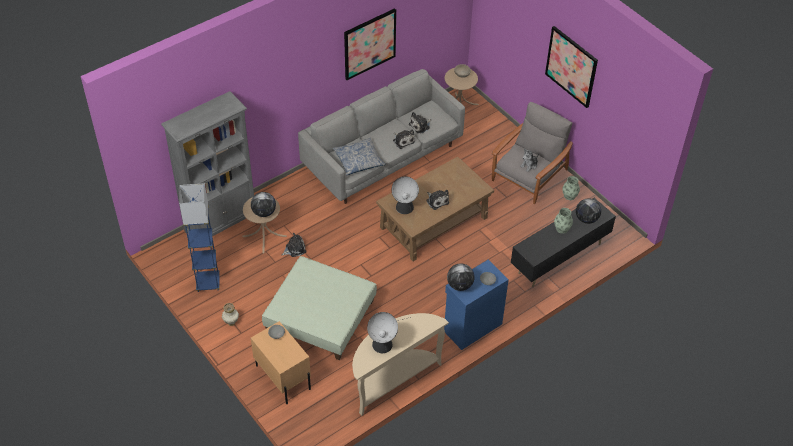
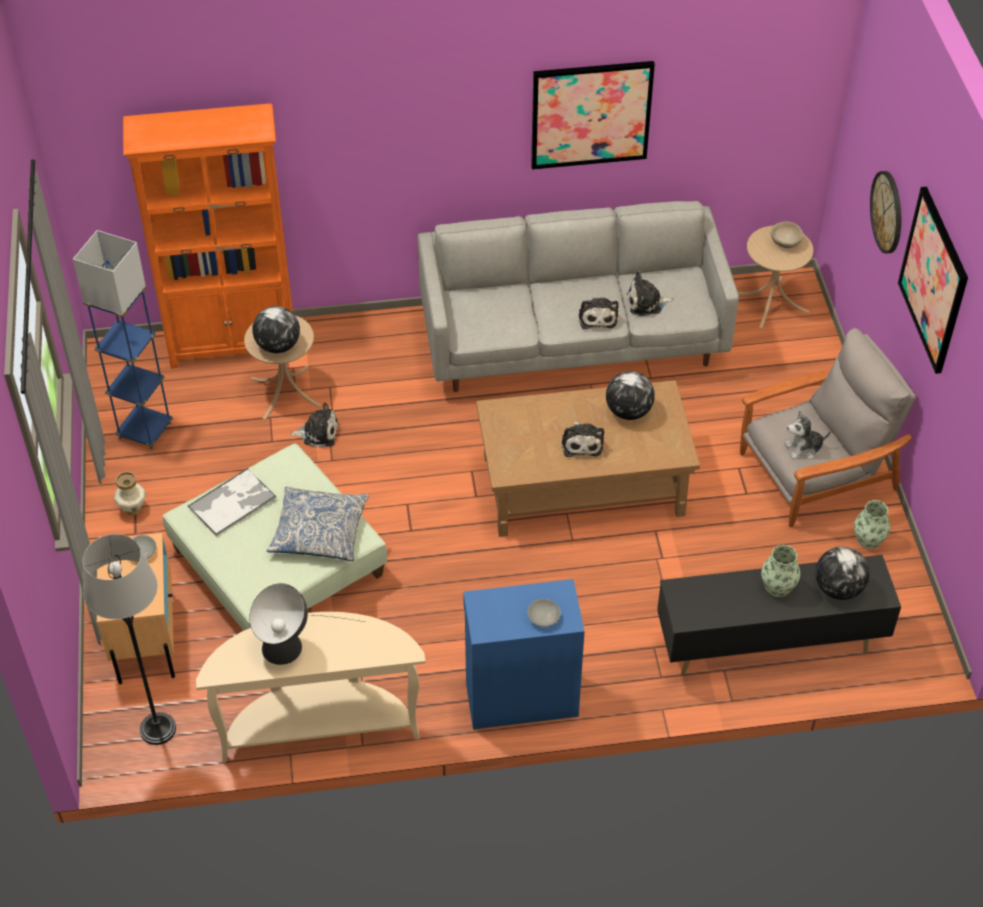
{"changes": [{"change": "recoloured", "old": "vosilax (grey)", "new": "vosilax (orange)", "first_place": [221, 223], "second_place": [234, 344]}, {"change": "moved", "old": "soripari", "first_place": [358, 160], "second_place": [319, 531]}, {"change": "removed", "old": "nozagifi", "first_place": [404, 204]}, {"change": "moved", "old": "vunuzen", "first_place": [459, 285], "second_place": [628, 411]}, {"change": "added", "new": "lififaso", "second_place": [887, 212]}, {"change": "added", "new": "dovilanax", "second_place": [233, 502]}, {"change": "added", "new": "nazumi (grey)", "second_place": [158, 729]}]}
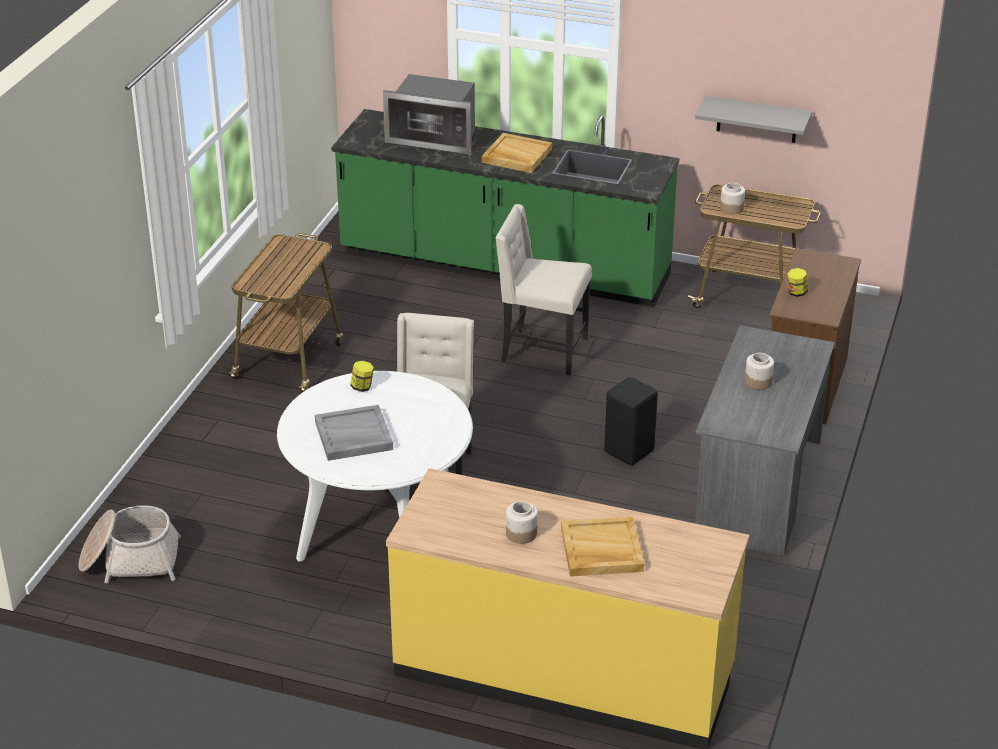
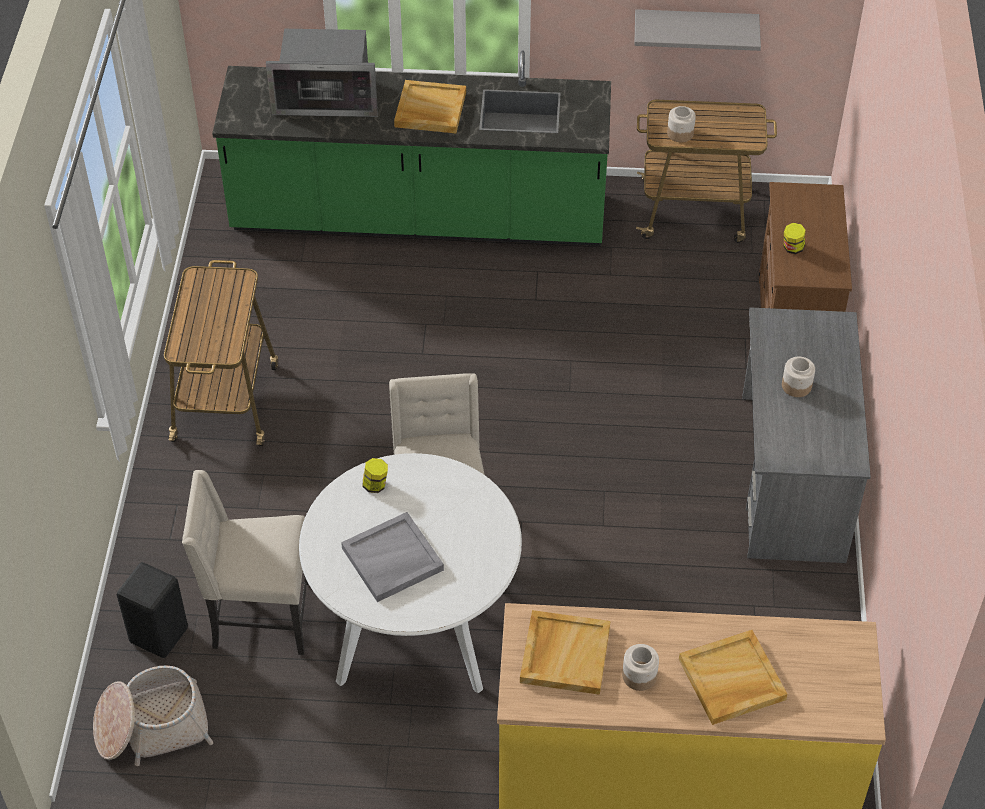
{"changes": [{"change": "moved", "old": "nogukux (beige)", "first_place": [542, 351], "second_place": [259, 617]}, {"change": "moved", "old": "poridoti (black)", "first_place": [629, 450], "second_place": [158, 633]}, {"change": "added", "new": "dovilanax (beige)", "second_place": [564, 654]}]}
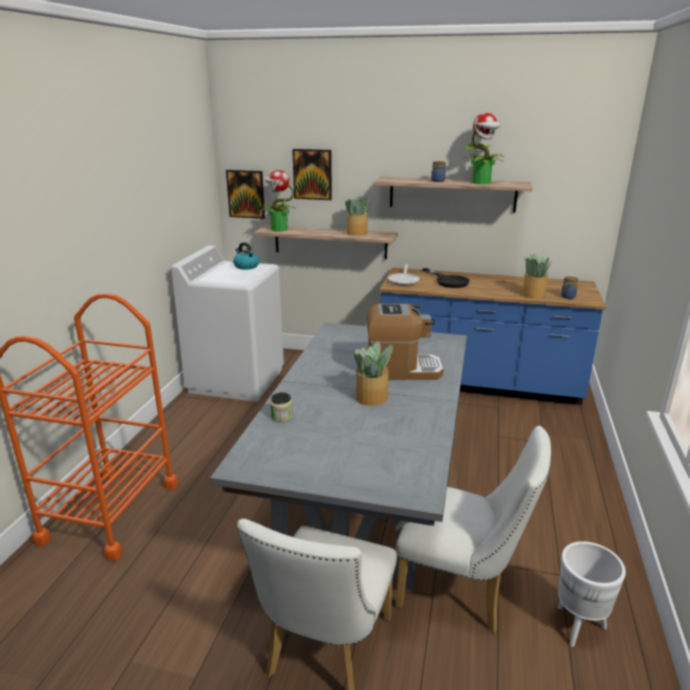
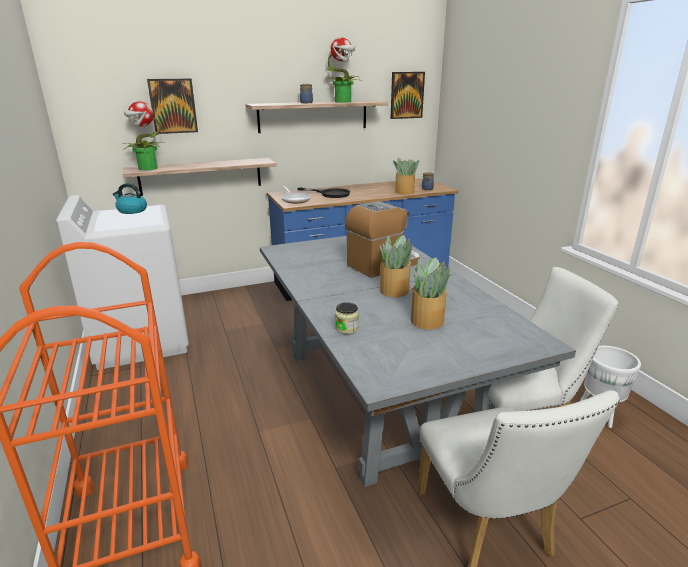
{"changes": [{"change": "moved", "old": "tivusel", "first_place": [246, 194], "second_place": [406, 95]}, {"change": "moved", "old": "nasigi", "first_place": [357, 233], "second_place": [427, 320]}]}
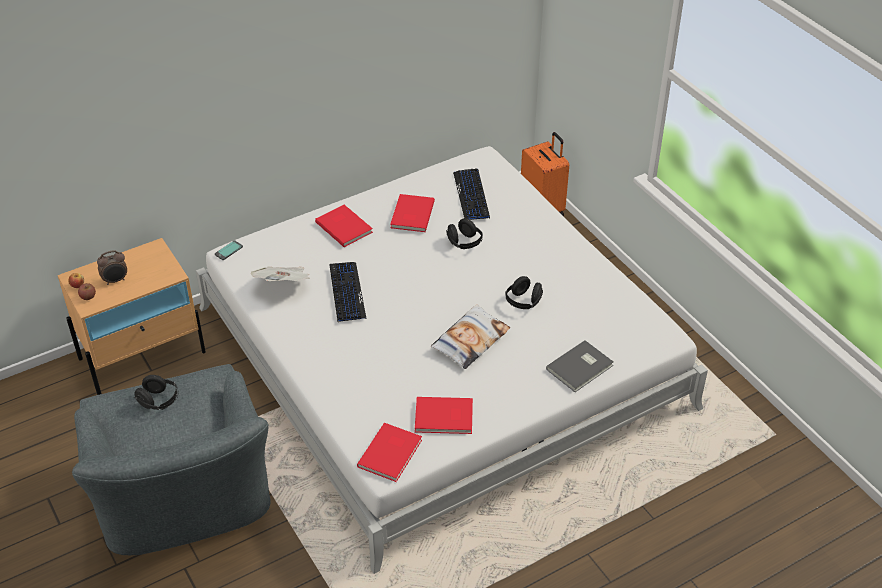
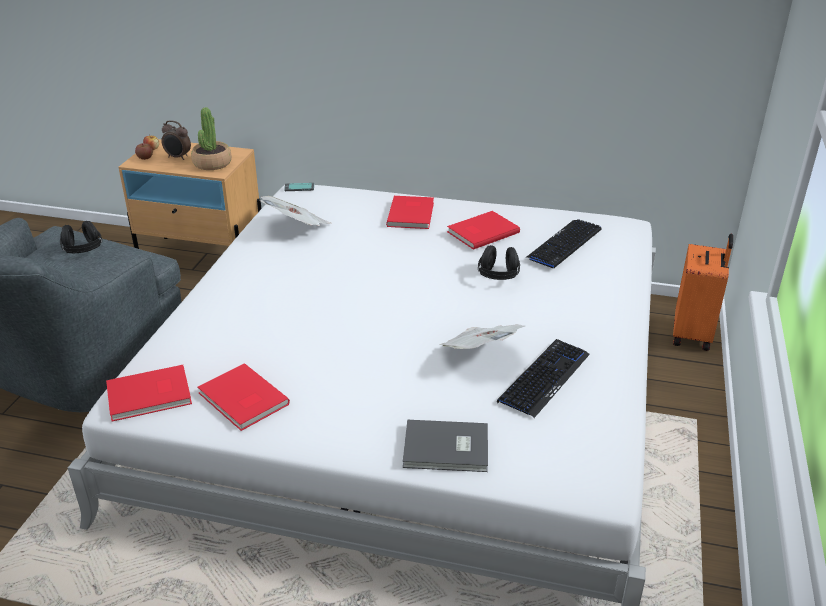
{"changes": [{"change": "moved", "old": "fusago", "first_place": [346, 292], "second_place": [544, 378]}, {"change": "replaced", "old": "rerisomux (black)", "new": "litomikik", "first_place": [523, 302], "second_place": [480, 353]}, {"change": "removed", "old": "soripari", "first_place": [470, 341]}, {"change": "added", "new": "nasigi", "second_place": [212, 163]}]}
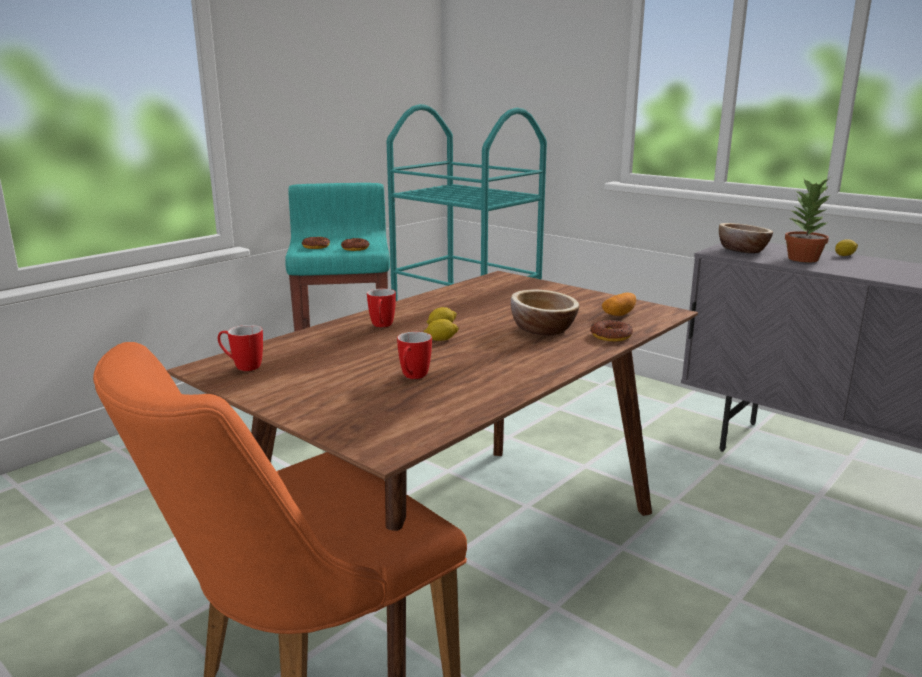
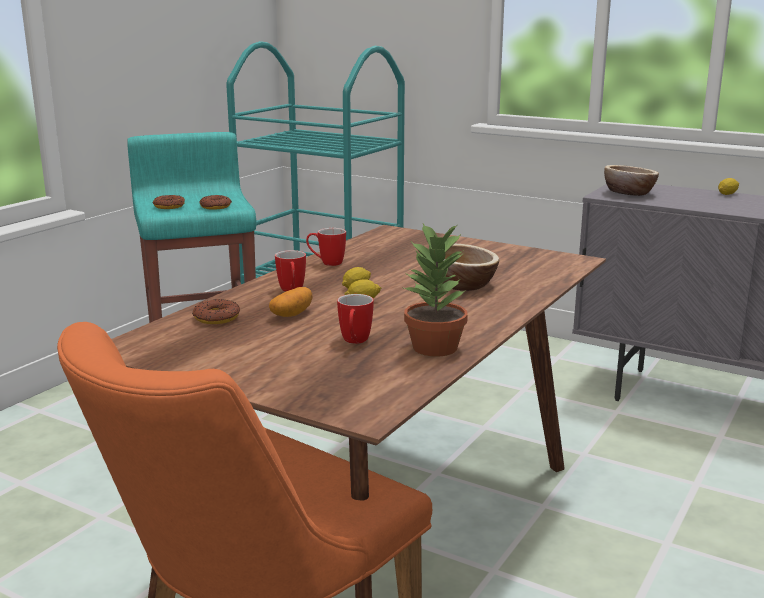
{"changes": [{"change": "moved", "old": "nasigi", "first_place": [803, 259], "second_place": [435, 348]}, {"change": "moved", "old": "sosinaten", "first_place": [619, 314], "second_place": [292, 314]}, {"change": "moved", "old": "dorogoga", "first_place": [611, 336], "second_place": [216, 318]}, {"change": "moved", "old": "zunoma", "first_place": [242, 366], "second_place": [326, 263]}]}
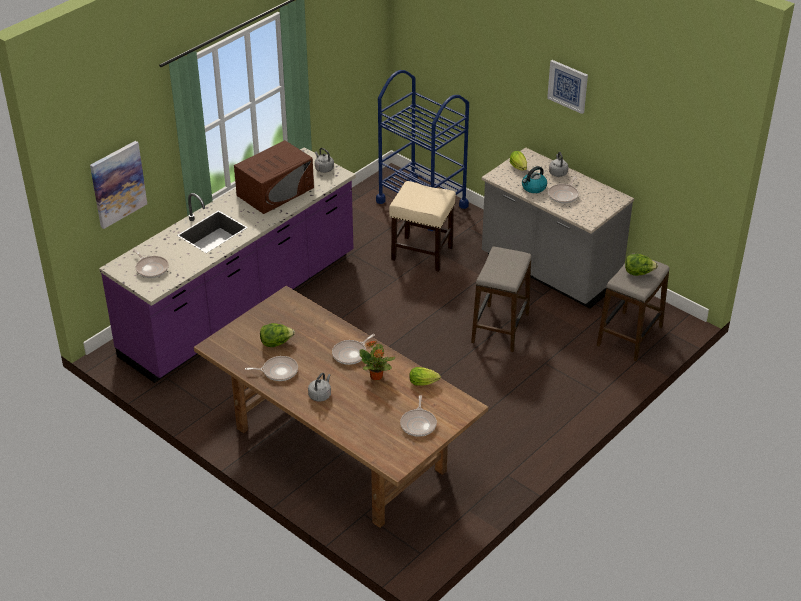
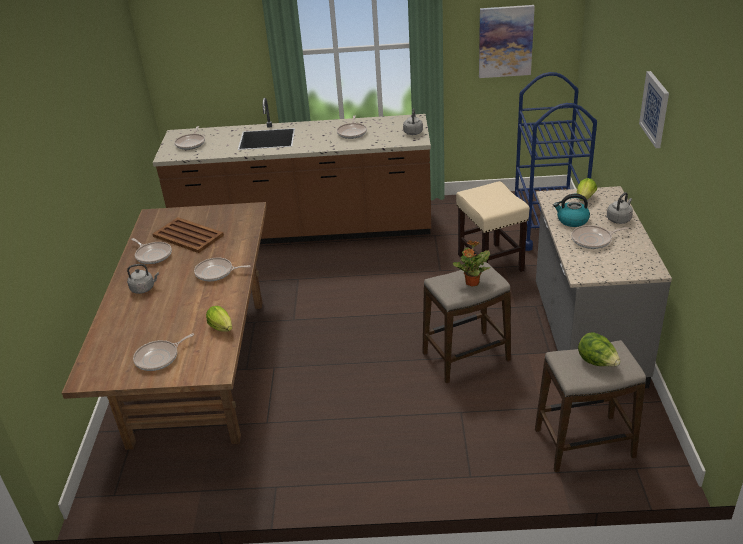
{"changes": [{"change": "replaced", "old": "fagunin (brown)", "new": "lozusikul", "first_place": [275, 191], "second_place": [352, 132]}, {"change": "moved", "old": "tivusel", "first_place": [118, 184], "second_place": [505, 41]}, {"change": "recoloured", "old": "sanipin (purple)", "new": "sanipin (brown)", "first_place": [241, 306], "second_place": [305, 231]}, {"change": "replaced", "old": "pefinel", "new": "dovilanax (brown)", "first_place": [276, 343], "second_place": [187, 235]}, {"change": "moved", "old": "nasigi", "first_place": [376, 376], "second_place": [472, 283]}]}
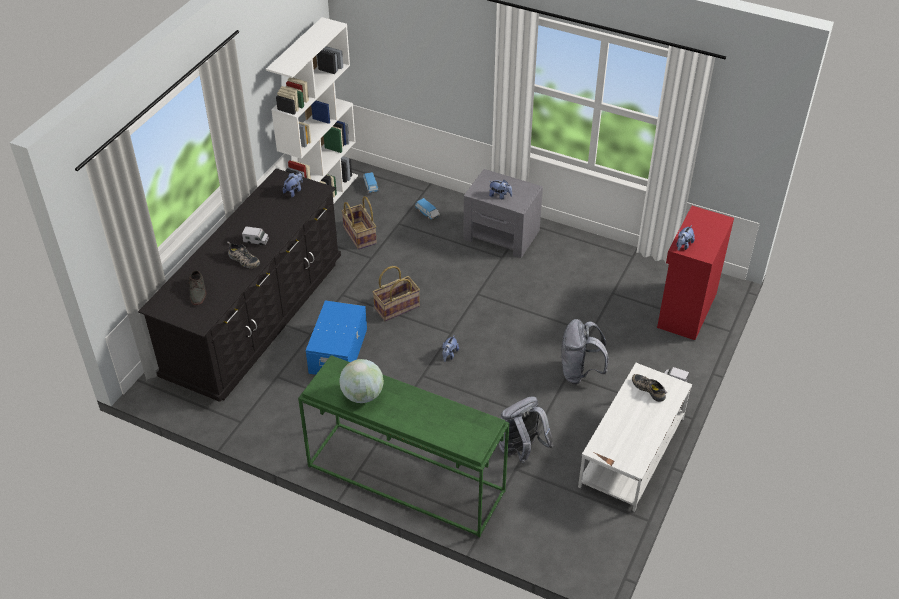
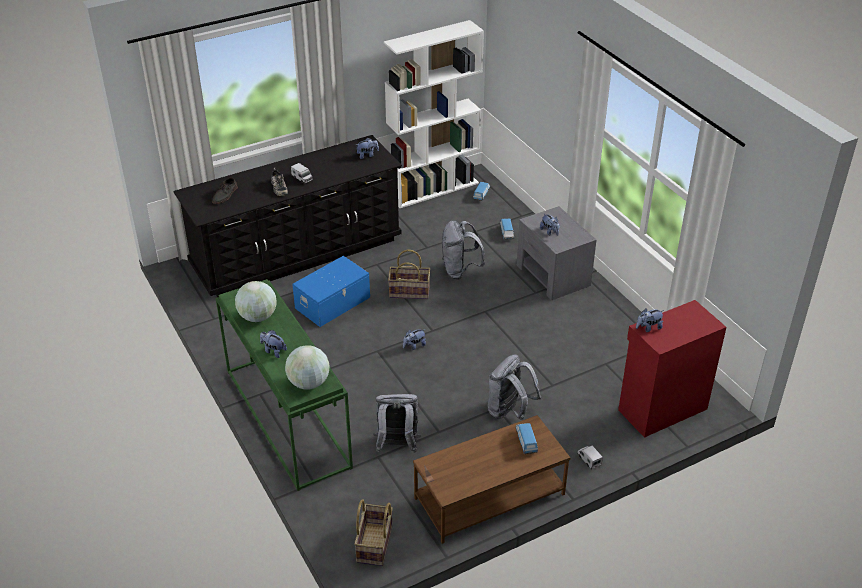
{"changes": [{"change": "moved", "old": "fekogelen", "first_place": [360, 235], "second_place": [375, 544]}, {"change": "recoloured", "old": "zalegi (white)", "new": "zalegi (brown)", "first_place": [632, 452], "second_place": [489, 497]}, {"change": "replaced", "old": "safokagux", "new": "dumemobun", "first_place": [649, 389], "second_place": [526, 441]}, {"change": "added", "new": "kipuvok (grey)", "second_place": [460, 270]}, {"change": "added", "new": "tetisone", "second_place": [273, 351]}, {"change": "added", "new": "vunuzen", "second_place": [308, 383]}]}
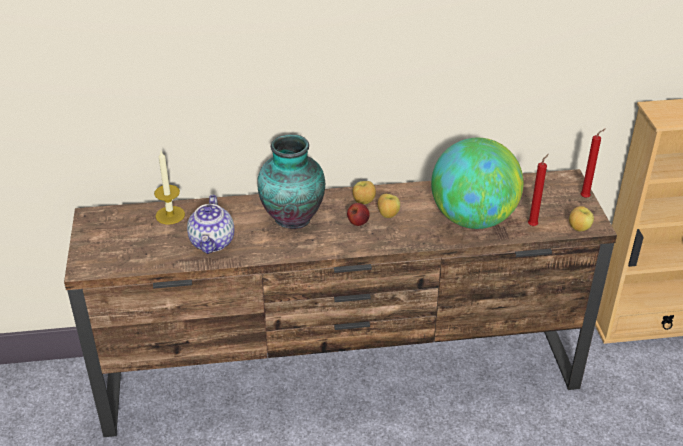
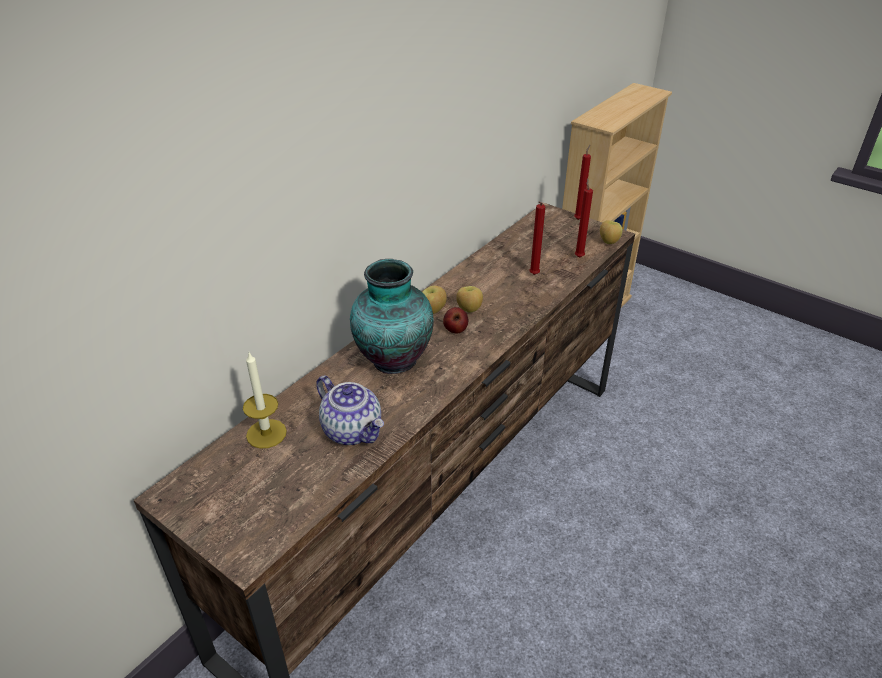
{"changes": [{"change": "replaced", "old": "vunuzen", "new": "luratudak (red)", "first_place": [473, 218], "second_place": [533, 275]}]}
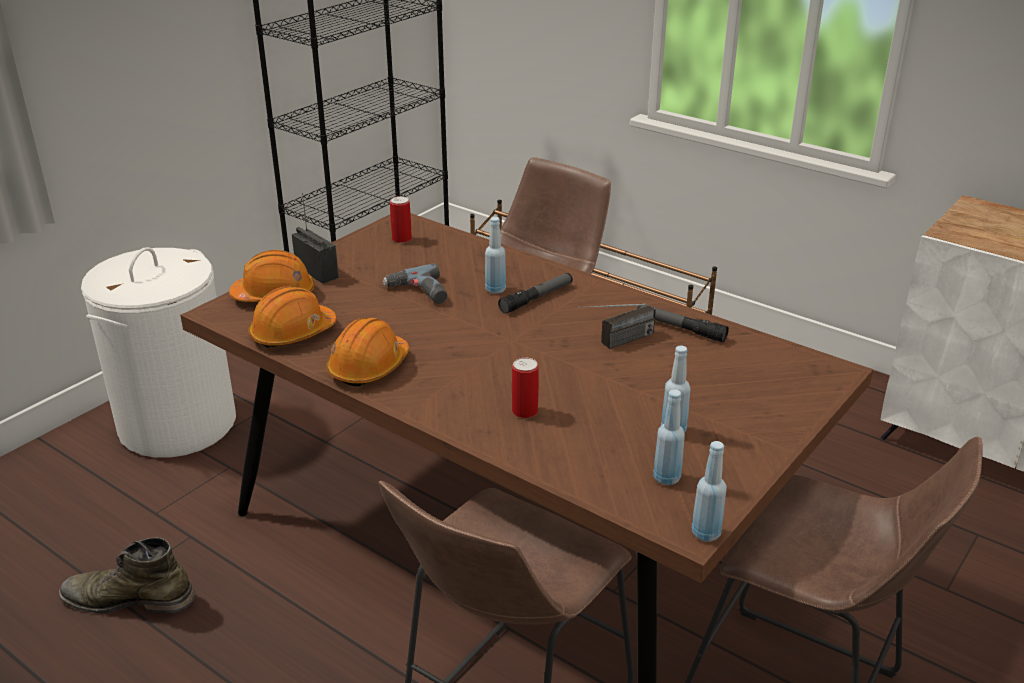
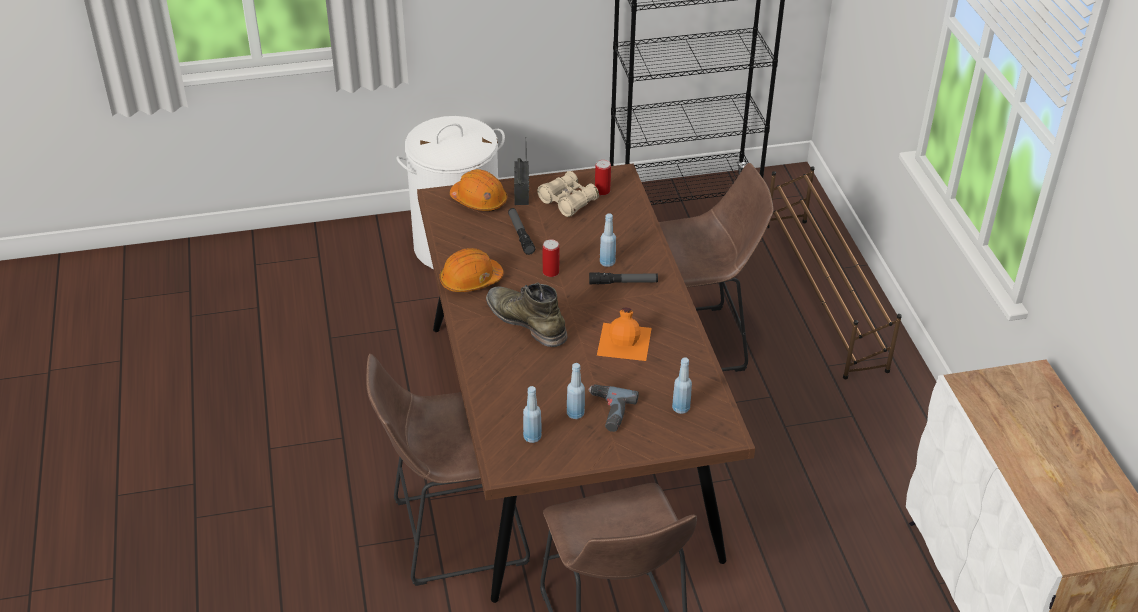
{"changes": [{"change": "moved", "old": "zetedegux", "first_place": [418, 293], "second_place": [608, 411]}, {"change": "removed", "old": "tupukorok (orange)", "first_place": [292, 333]}, {"change": "replaced", "old": "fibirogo", "new": "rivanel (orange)", "first_place": [616, 343], "second_place": [625, 341]}, {"change": "moved", "old": "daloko", "first_place": [680, 328], "second_place": [520, 234]}, {"change": "moved", "old": "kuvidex", "first_place": [525, 411], "second_place": [551, 272]}, {"change": "moved", "old": "rivanel (blue)", "first_place": [706, 533], "second_place": [681, 408]}, {"change": "moved", "old": "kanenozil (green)", "first_place": [128, 598], "second_place": [526, 321]}, {"change": "added", "new": "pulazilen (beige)", "second_place": [568, 201]}]}
